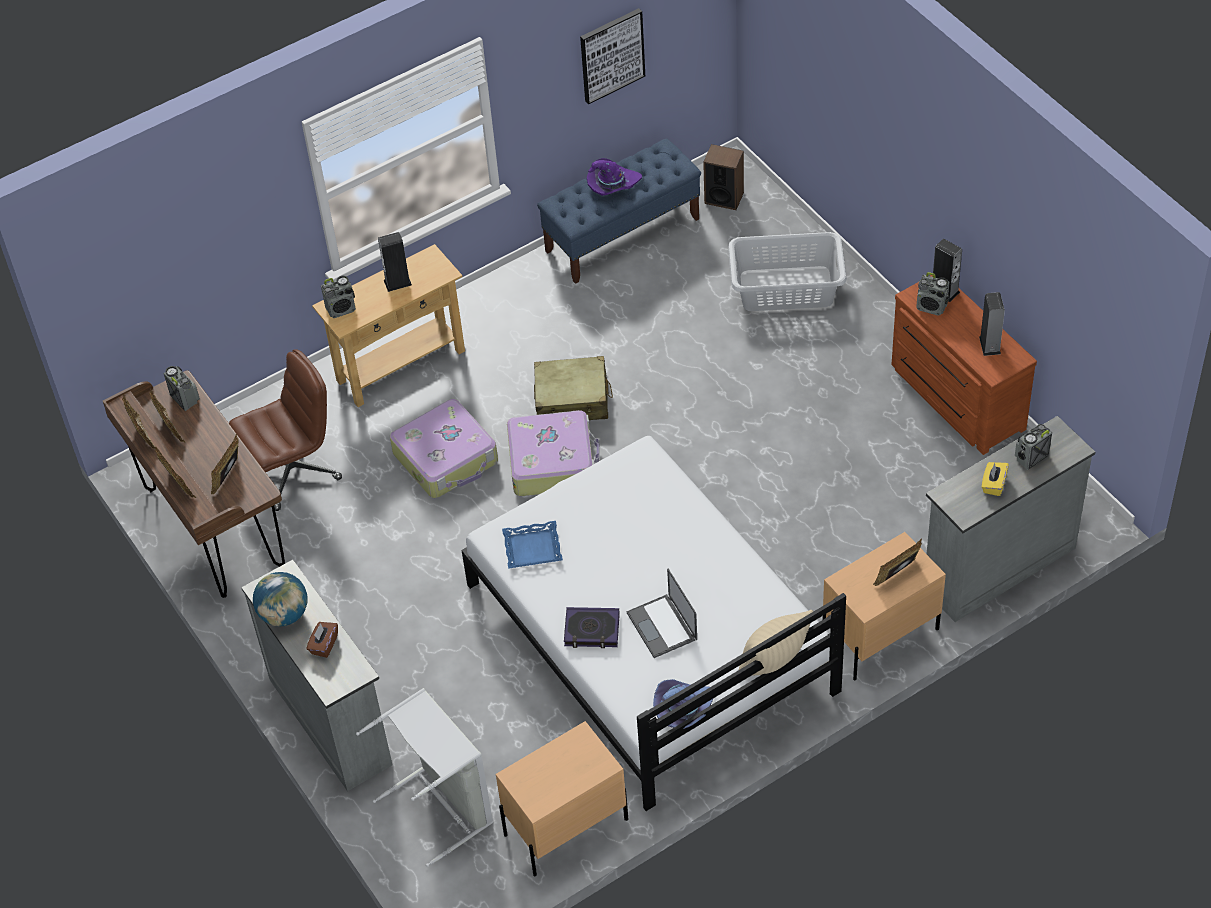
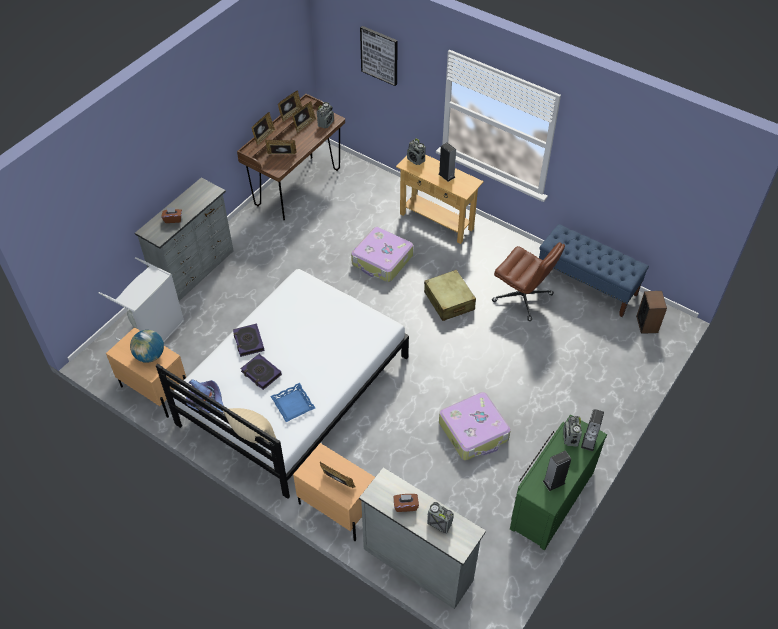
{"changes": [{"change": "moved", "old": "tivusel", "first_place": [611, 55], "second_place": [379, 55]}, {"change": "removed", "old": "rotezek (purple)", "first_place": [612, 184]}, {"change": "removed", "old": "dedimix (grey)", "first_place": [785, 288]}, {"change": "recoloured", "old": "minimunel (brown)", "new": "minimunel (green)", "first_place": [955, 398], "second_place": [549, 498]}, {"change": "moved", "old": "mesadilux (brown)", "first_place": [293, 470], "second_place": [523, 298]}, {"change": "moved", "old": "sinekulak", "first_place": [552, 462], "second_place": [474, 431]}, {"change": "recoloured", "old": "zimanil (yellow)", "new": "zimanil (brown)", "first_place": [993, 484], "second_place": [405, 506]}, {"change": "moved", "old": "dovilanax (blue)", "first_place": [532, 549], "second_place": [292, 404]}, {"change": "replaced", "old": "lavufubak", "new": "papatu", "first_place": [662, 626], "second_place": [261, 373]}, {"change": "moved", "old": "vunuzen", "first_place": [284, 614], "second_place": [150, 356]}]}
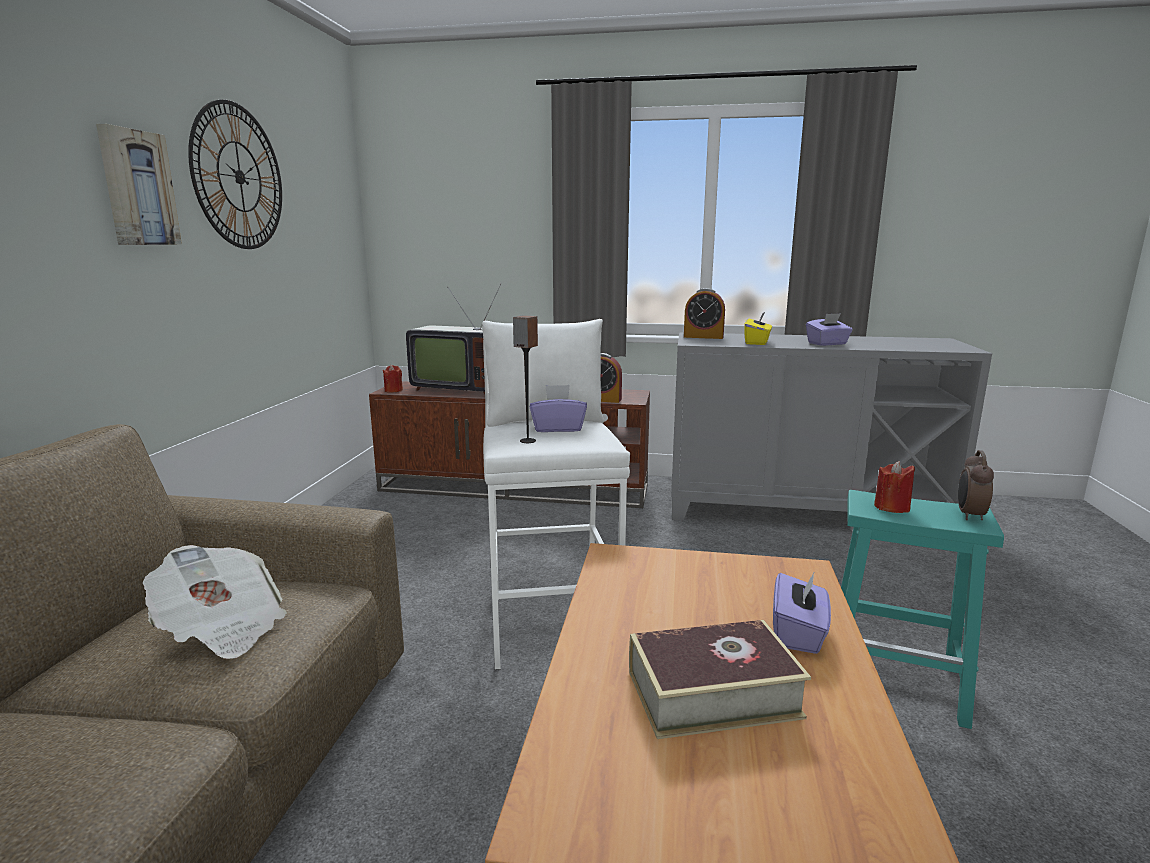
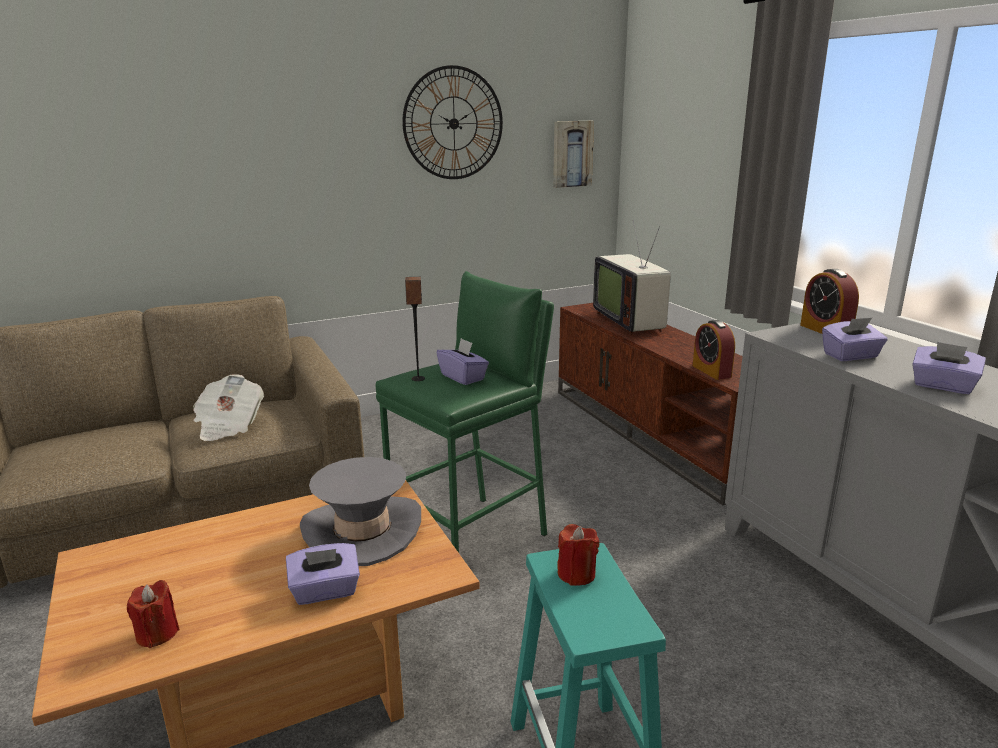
{"changes": [{"change": "moved", "old": "tivusel", "first_place": [137, 188], "second_place": [571, 154]}, {"change": "recoloured", "old": "zimanil (yellow)", "new": "zimanil (purple)", "first_place": [757, 342], "second_place": [851, 356]}, {"change": "recoloured", "old": "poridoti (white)", "new": "poridoti (green)", "first_place": [551, 621], "second_place": [471, 539]}, {"change": "moved", "old": "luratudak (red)", "first_place": [393, 390], "second_place": [157, 634]}, {"change": "removed", "old": "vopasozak", "first_place": [969, 515]}, {"change": "removed", "old": "papatu", "first_place": [712, 694]}, {"change": "added", "new": "rotezek (grey)", "second_place": [362, 530]}]}
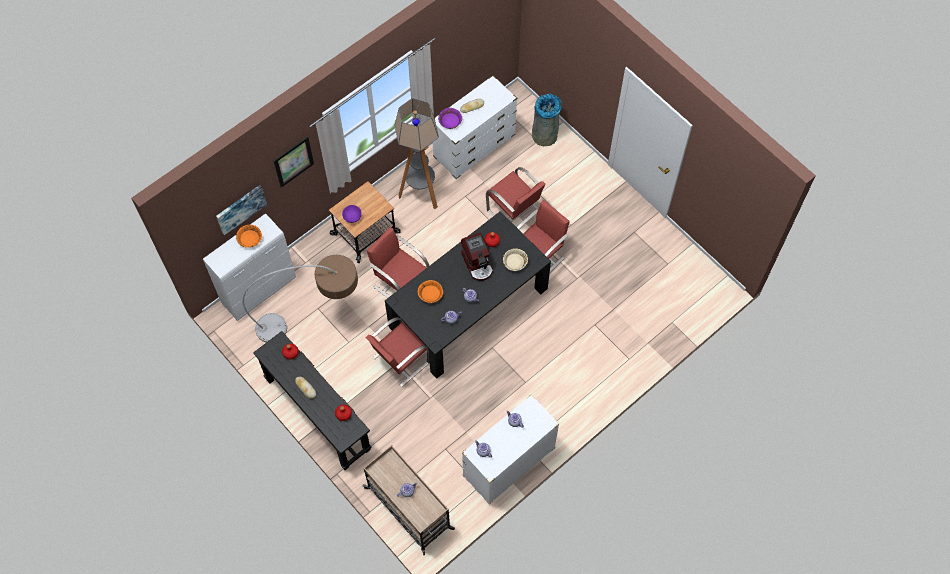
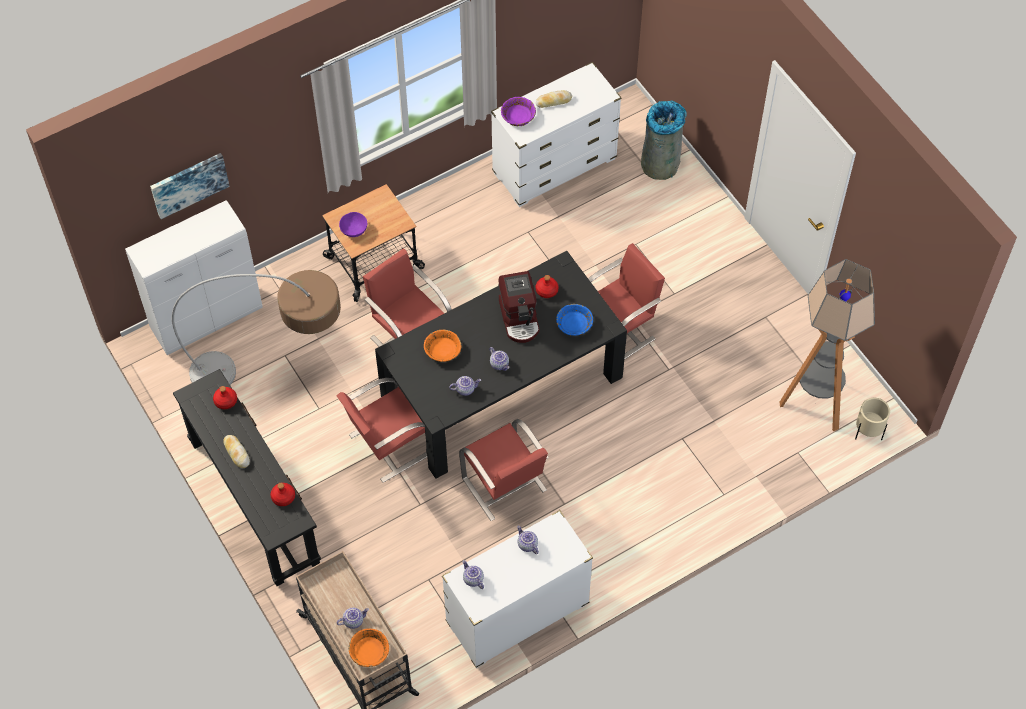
{"changes": [{"change": "moved", "old": "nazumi", "first_place": [421, 193], "second_place": [815, 403]}, {"change": "removed", "old": "tivusel", "first_place": [293, 161]}, {"change": "moved", "old": "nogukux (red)", "first_place": [514, 211], "second_place": [504, 485]}, {"change": "moved", "old": "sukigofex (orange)", "first_place": [249, 239], "second_place": [369, 651]}, {"change": "recoloured", "old": "sukigofex (beige)", "new": "sukigofex (blue)", "first_place": [515, 262], "second_place": [574, 324]}, {"change": "added", "new": "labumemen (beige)", "second_place": [868, 433]}]}
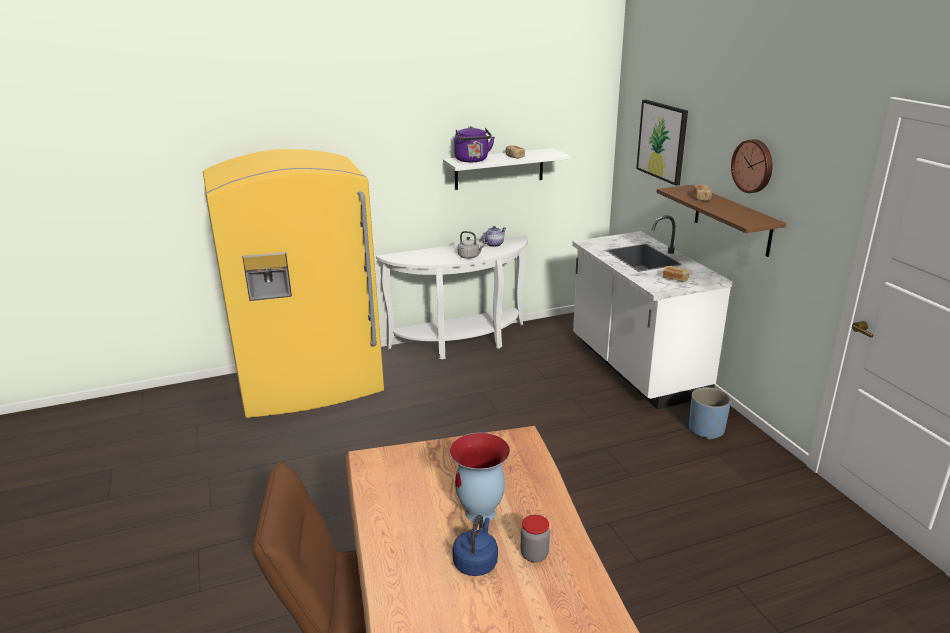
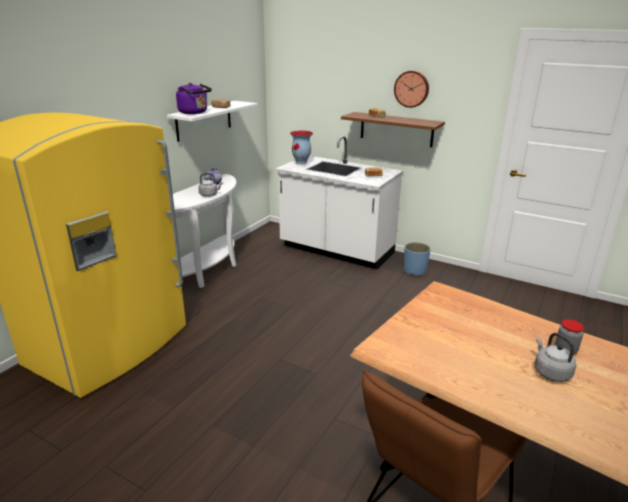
{"changes": [{"change": "removed", "old": "tivusel", "first_place": [662, 141]}, {"change": "moved", "old": "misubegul", "first_place": [481, 513], "second_place": [301, 163]}, {"change": "recoloured", "old": "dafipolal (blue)", "new": "dafipolal (grey)", "first_place": [476, 562], "second_place": [550, 372]}]}
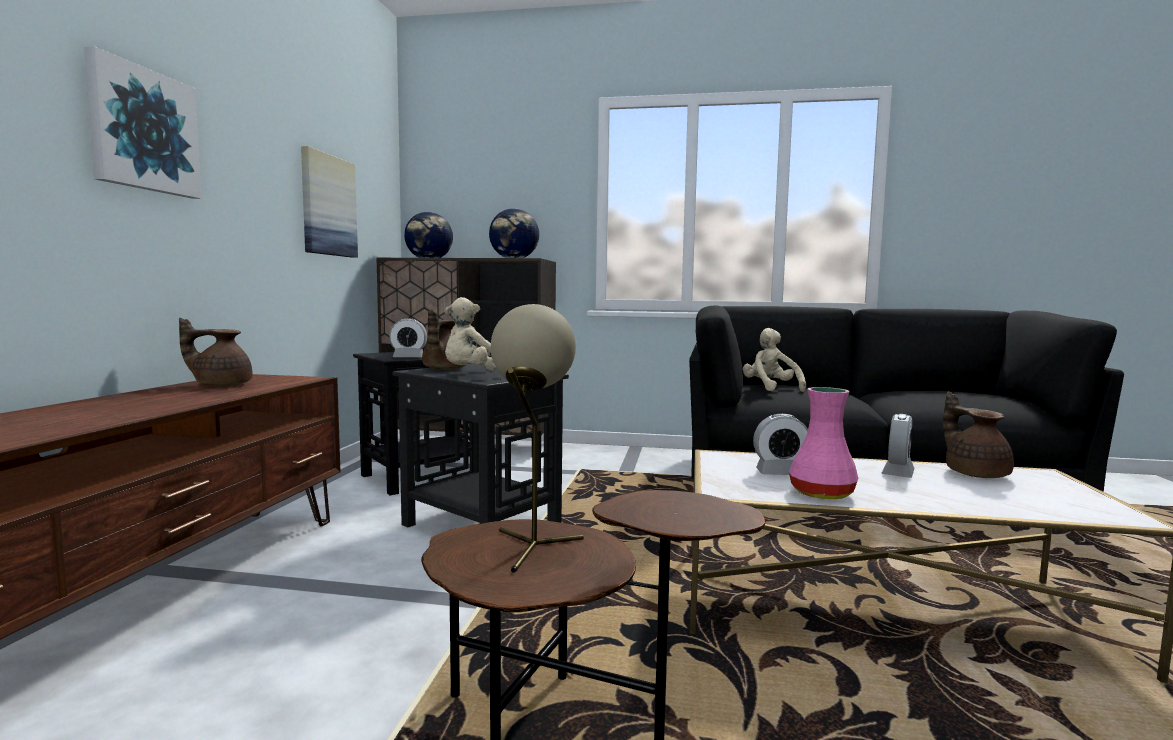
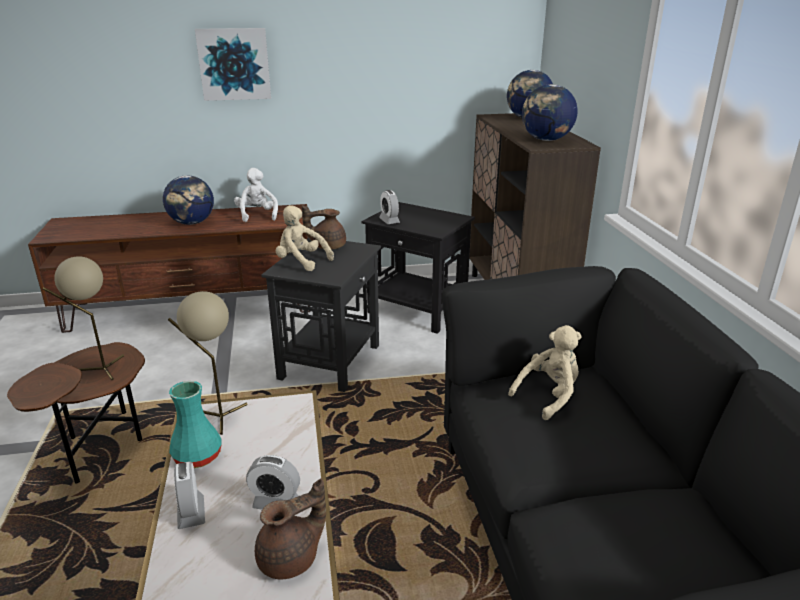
{"changes": [{"change": "removed", "old": "tivusel", "first_place": [328, 205]}, {"change": "replaced", "old": "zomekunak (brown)", "new": "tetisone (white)", "first_place": [221, 385], "second_place": [257, 215]}, {"change": "recoloured", "old": "misubegul (pink)", "new": "misubegul (turquoise)", "first_place": [823, 493], "second_place": [197, 457]}, {"change": "moved", "old": "vopasozak", "first_place": [780, 473], "second_place": [191, 513]}, {"change": "added", "new": "vunuzen", "second_place": [192, 223]}, {"change": "added", "new": "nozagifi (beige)", "second_place": [217, 416]}]}
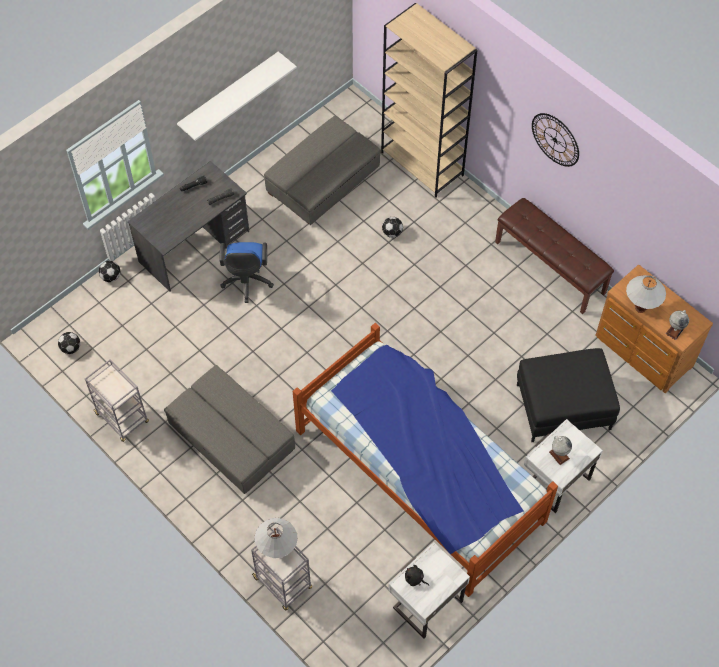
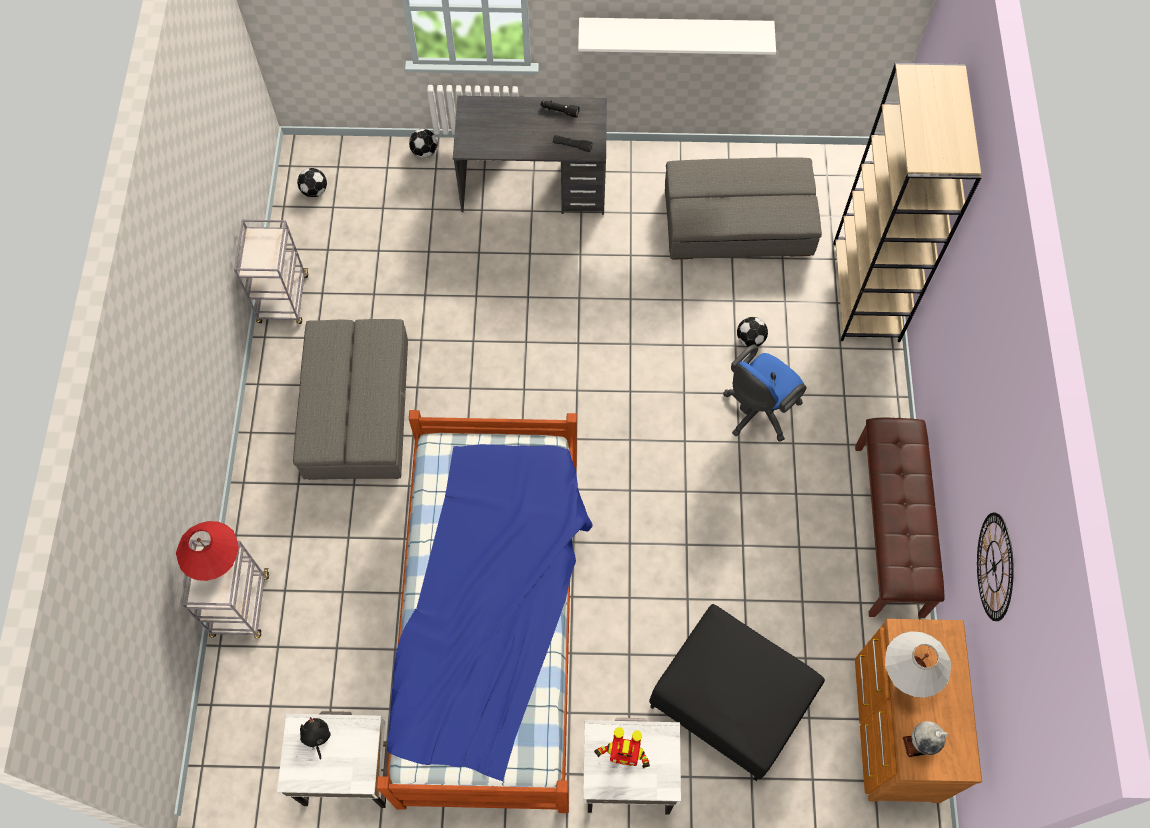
{"changes": [{"change": "moved", "old": "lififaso", "first_place": [555, 139], "second_place": [995, 566]}, {"change": "moved", "old": "mesadilux (blue)", "first_place": [247, 282], "second_place": [757, 412]}, {"change": "replaced", "old": "vunuzen", "new": "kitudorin", "first_place": [559, 455], "second_place": [623, 756]}, {"change": "recoloured", "old": "nozagifi (white)", "new": "nozagifi (red)", "first_place": [277, 550], "second_place": [220, 566]}]}
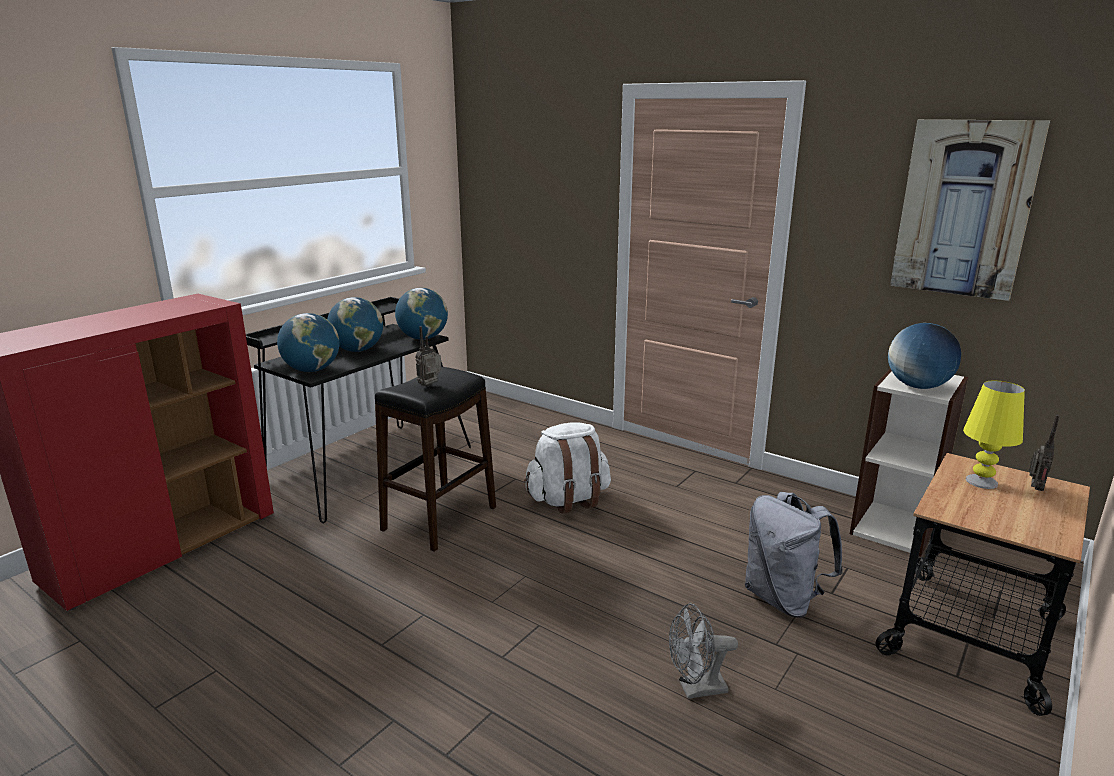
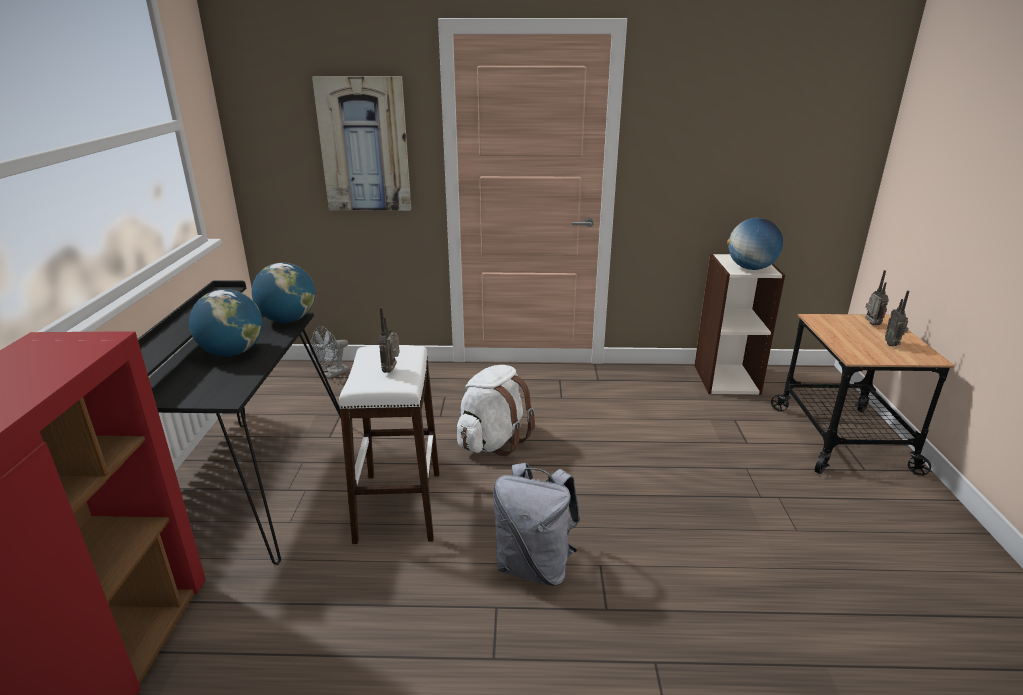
{"changes": [{"change": "moved", "old": "tivusel", "first_place": [964, 209], "second_place": [364, 145]}, {"change": "removed", "old": "vunuzen", "first_place": [312, 370]}, {"change": "recoloured", "old": "poridoti (black)", "new": "poridoti (white)", "first_place": [439, 519], "second_place": [399, 506]}, {"change": "removed", "old": "nozagifi (yellow)", "first_place": [982, 482]}, {"change": "moved", "old": "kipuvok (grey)", "first_place": [783, 599], "second_place": [535, 566]}, {"change": "moved", "old": "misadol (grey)", "first_place": [696, 689], "second_place": [332, 374]}, {"change": "added", "new": "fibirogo", "second_place": [892, 344]}]}
